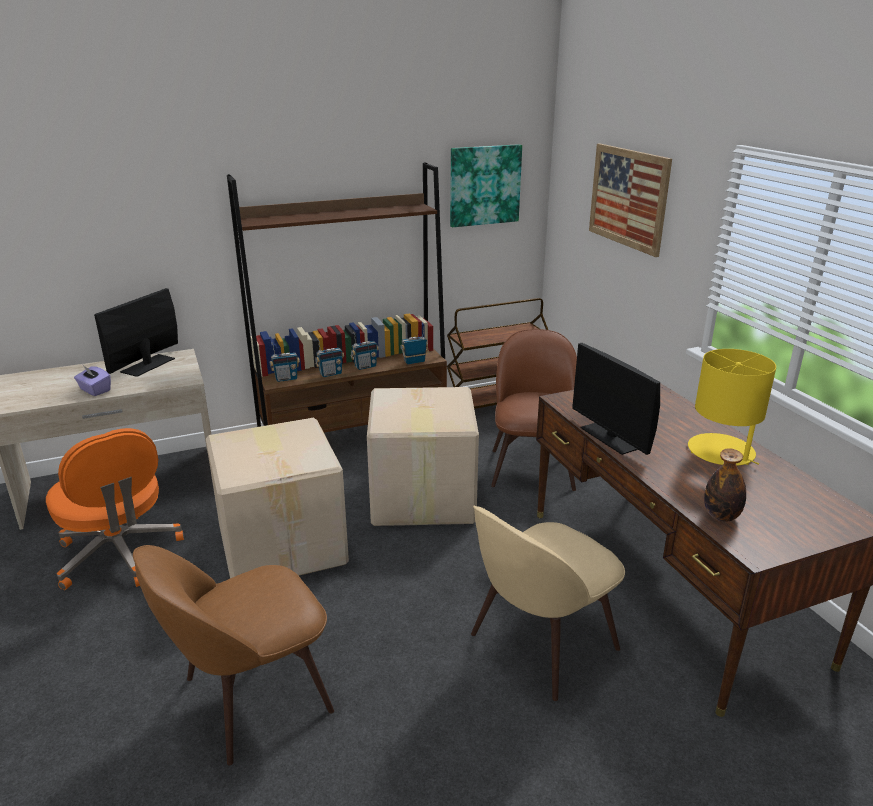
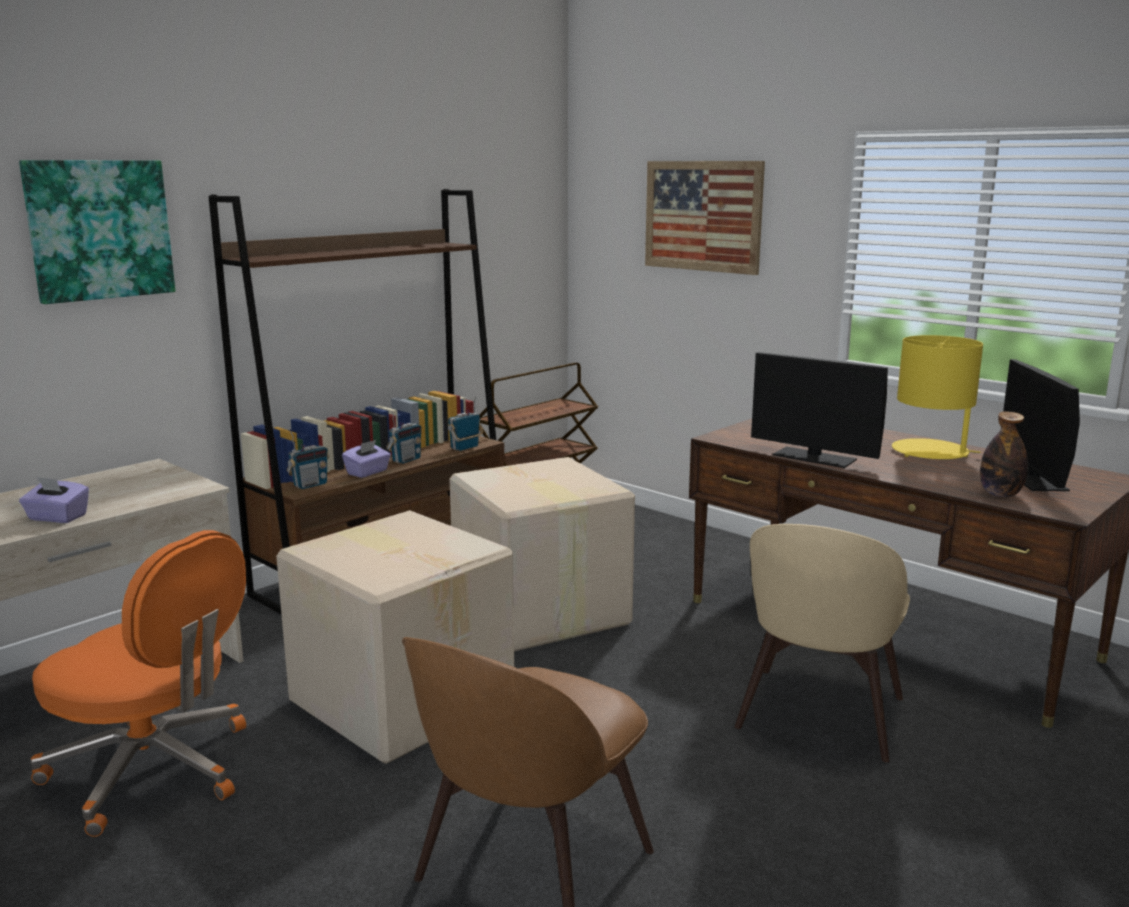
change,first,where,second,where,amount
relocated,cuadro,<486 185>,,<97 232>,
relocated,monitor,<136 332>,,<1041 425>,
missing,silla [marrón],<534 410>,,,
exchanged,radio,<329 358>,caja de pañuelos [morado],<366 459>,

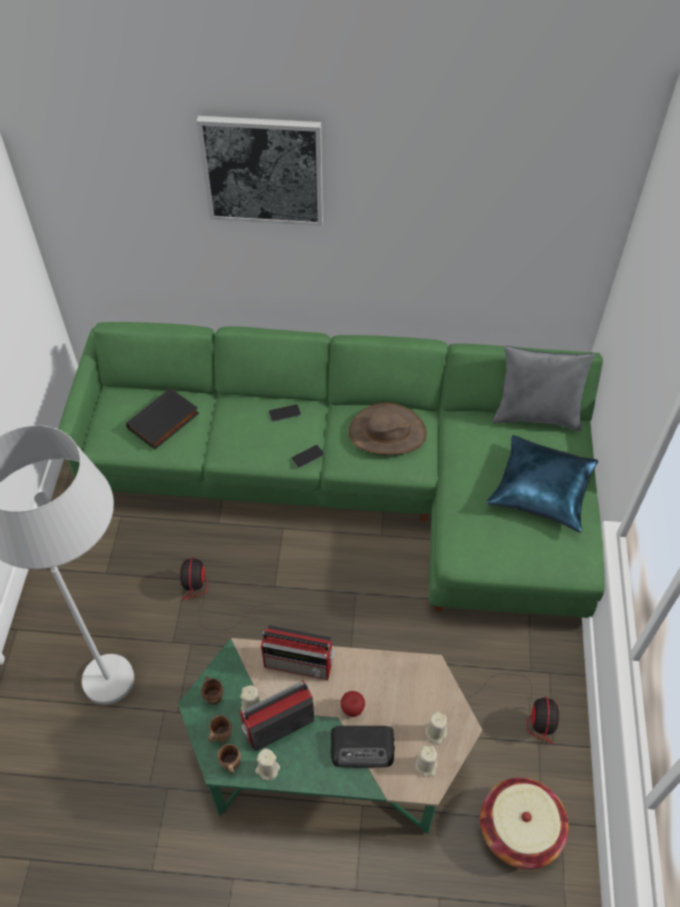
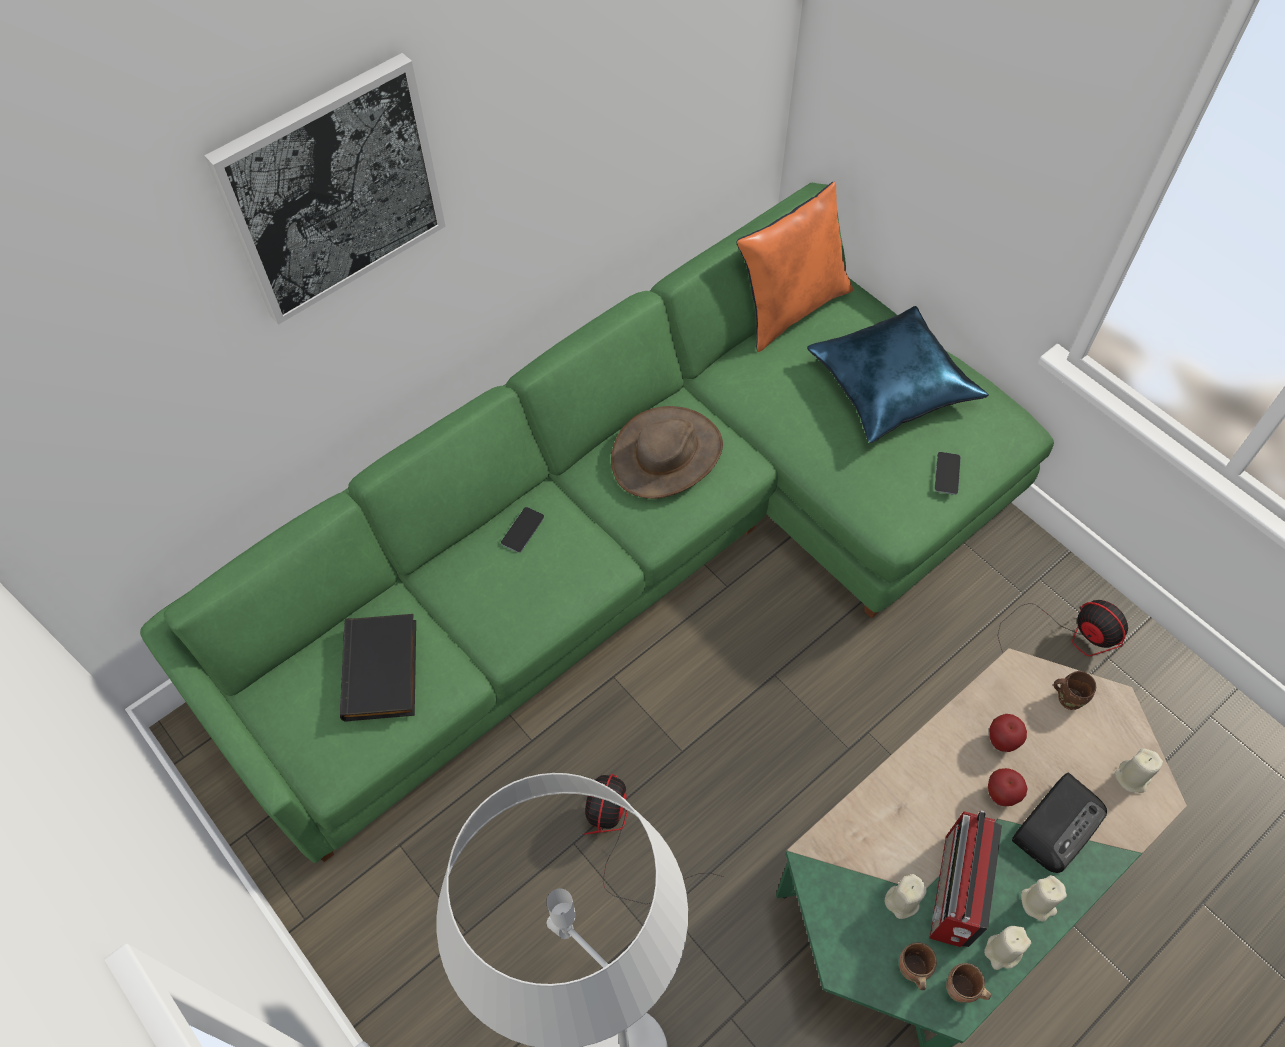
change,first,where,second,where,amount
colour,cojín [gris],<543 388>,cojín [naranja],<795 266>,
relocated,móvil,<307 456>,,<947 473>,
spun,ventilador,<221 593>,,<654 839>,60 degrees clockwise
missing,radio,<298 652>,,,
relocated,taza grande [marrón],<212 690>,,<1075 690>,
relocated,vela [beis],<436 728>,,<1044 898>,
missing,cesta,<524 823>,,,
appeared,,,manzana,<1008 733>,

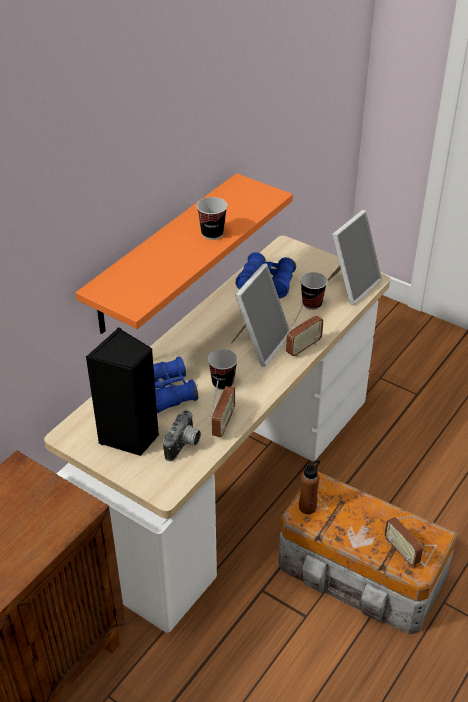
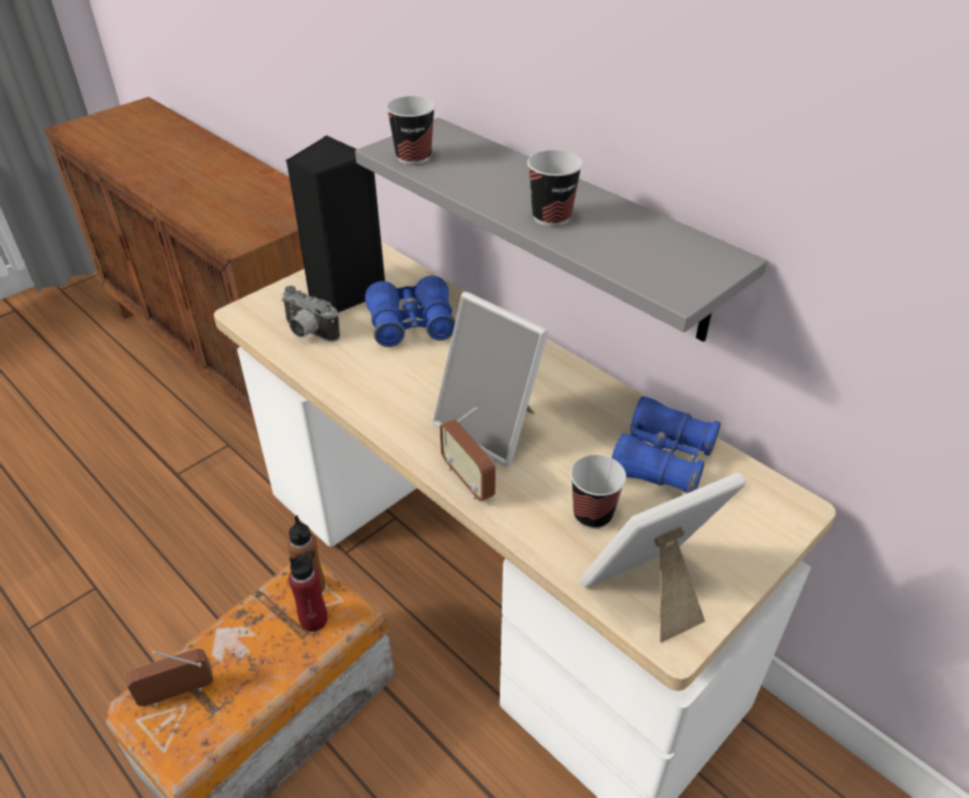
change,first,where,second,where,amount
colour,estante [naranja],<184 253>,estante [gris],<561 230>,
spun,portarretratos,<355 257>,,<663 558>,105 degrees clockwise
relocated,taza,<223 369>,,<410 130>,
missing,radio,<222 408>,,,
appeared,,,botella [rojo],<308 591>,

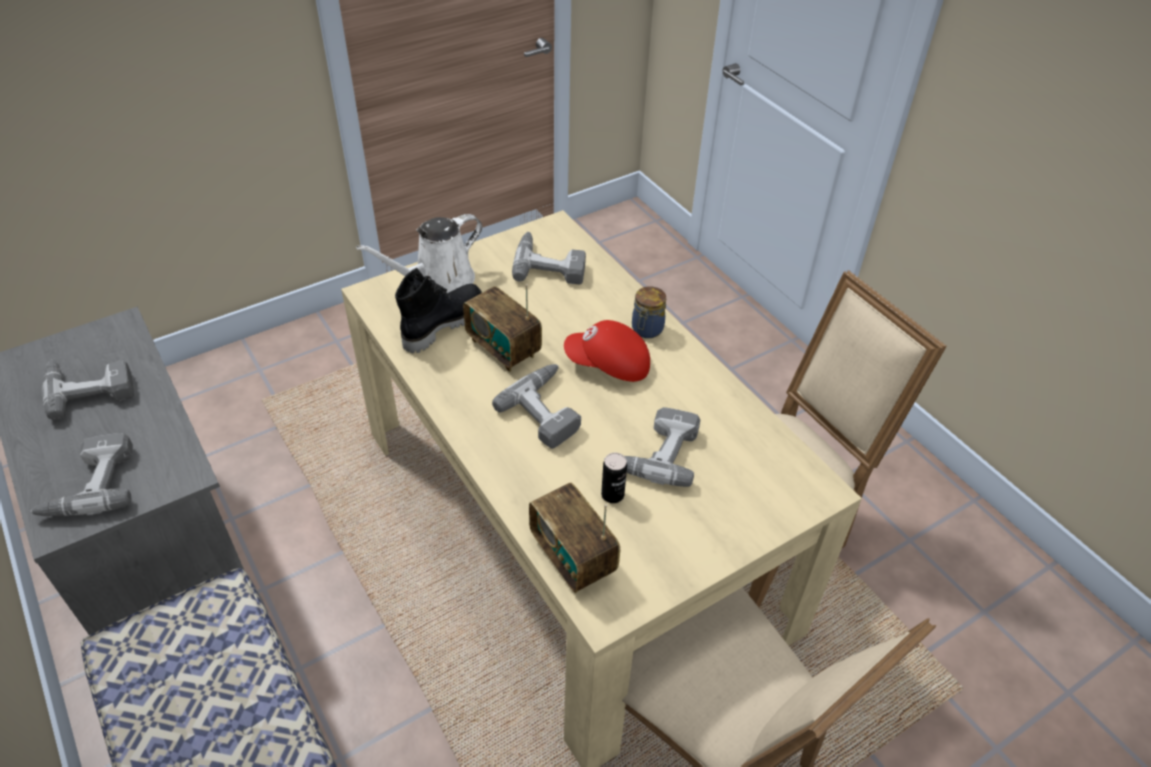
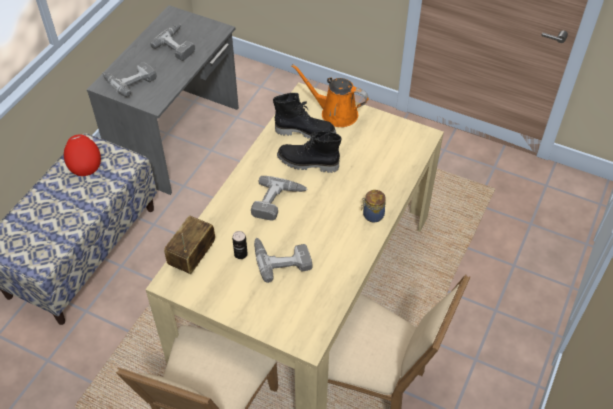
change,first,where,second,where,amount
colour,regadera [blanco],<419 253>,regadera [naranja],<330 95>,
missing,taladro,<549 258>,,,
exchanged,radio,<502 328>,bota [negro],<309 152>,
relocated,gorra [rojo],<607 351>,,<82 155>,

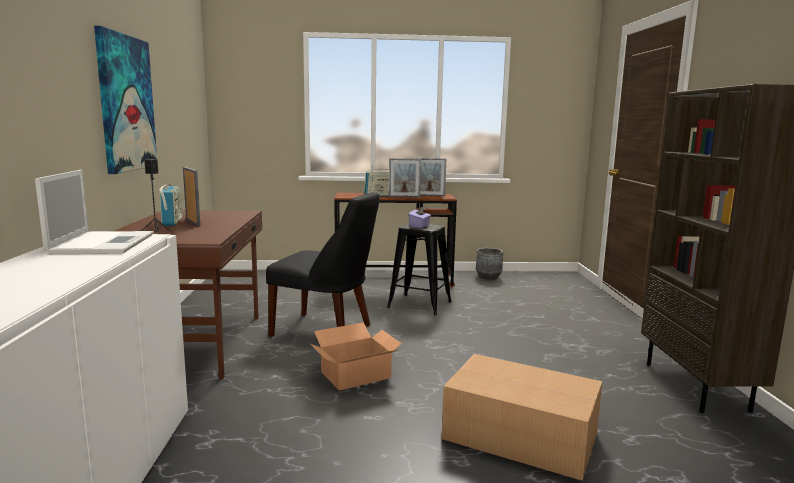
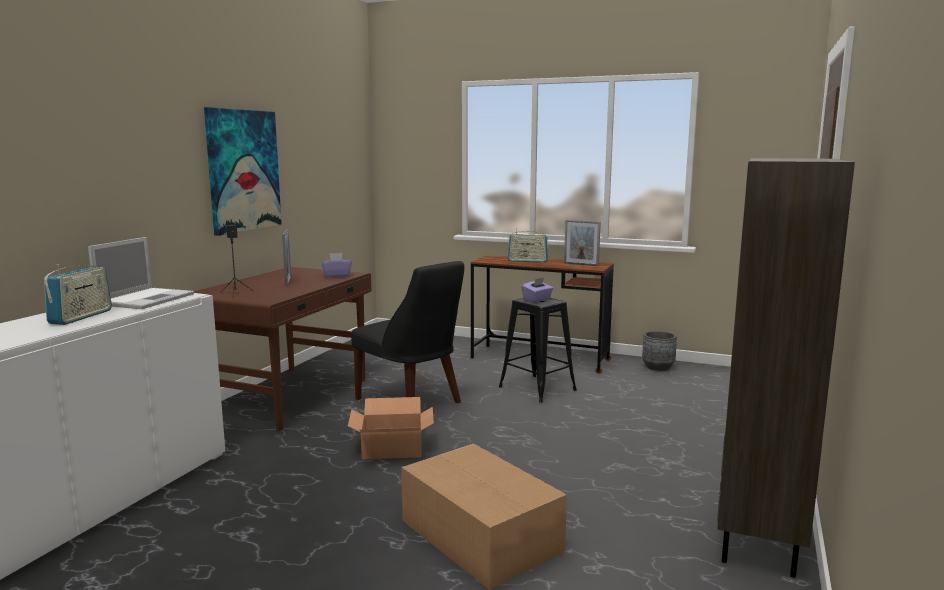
change,first,where,second,where,amount
missing,portarretratos,<405 177>,,,
relocated,radio,<171 204>,,<78 294>,
appeared,,,caja de pañuelos [morado],<337 265>,

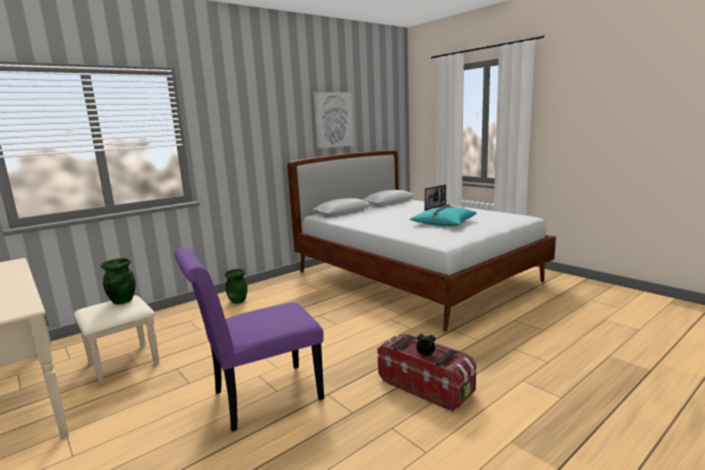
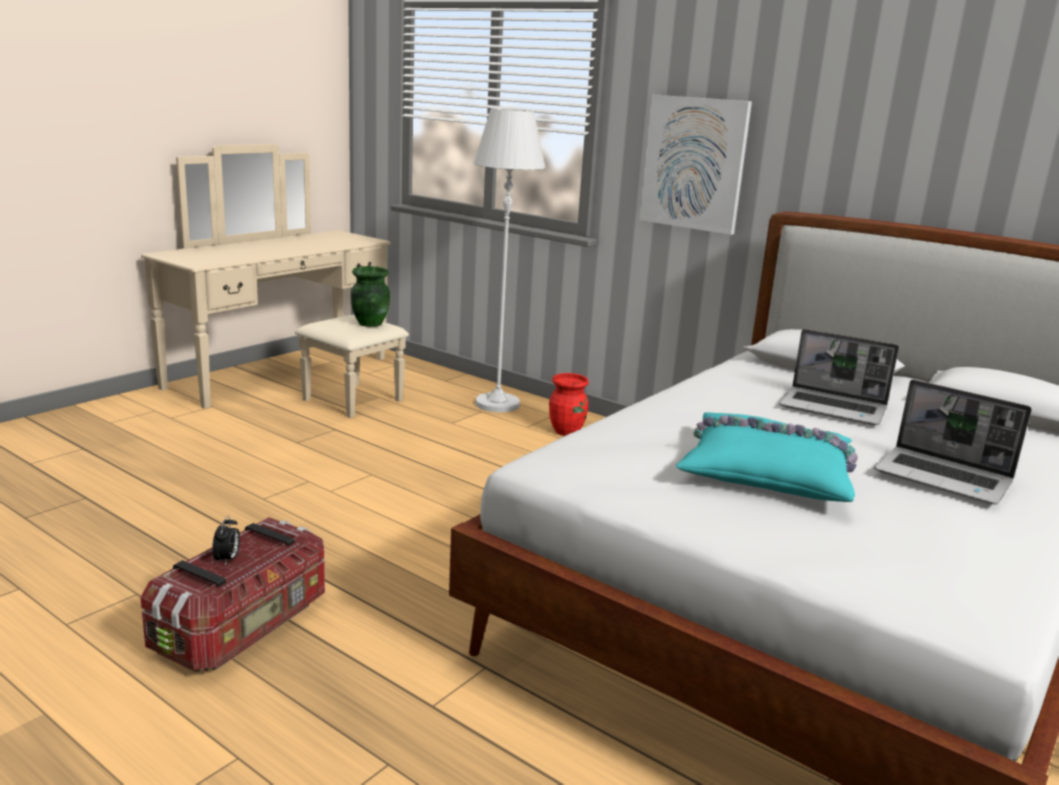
change,first,where,second,where,amount
relocated,cuadro,<334 120>,,<695 165>,
missing,silla [morado],<249 339>,,,
colour,florero [verde],<236 286>,florero [rojo],<569 404>,
appeared,,,lámpara de pie [blanco],<510 260>,
appeared,,,portátil,<839 377>,

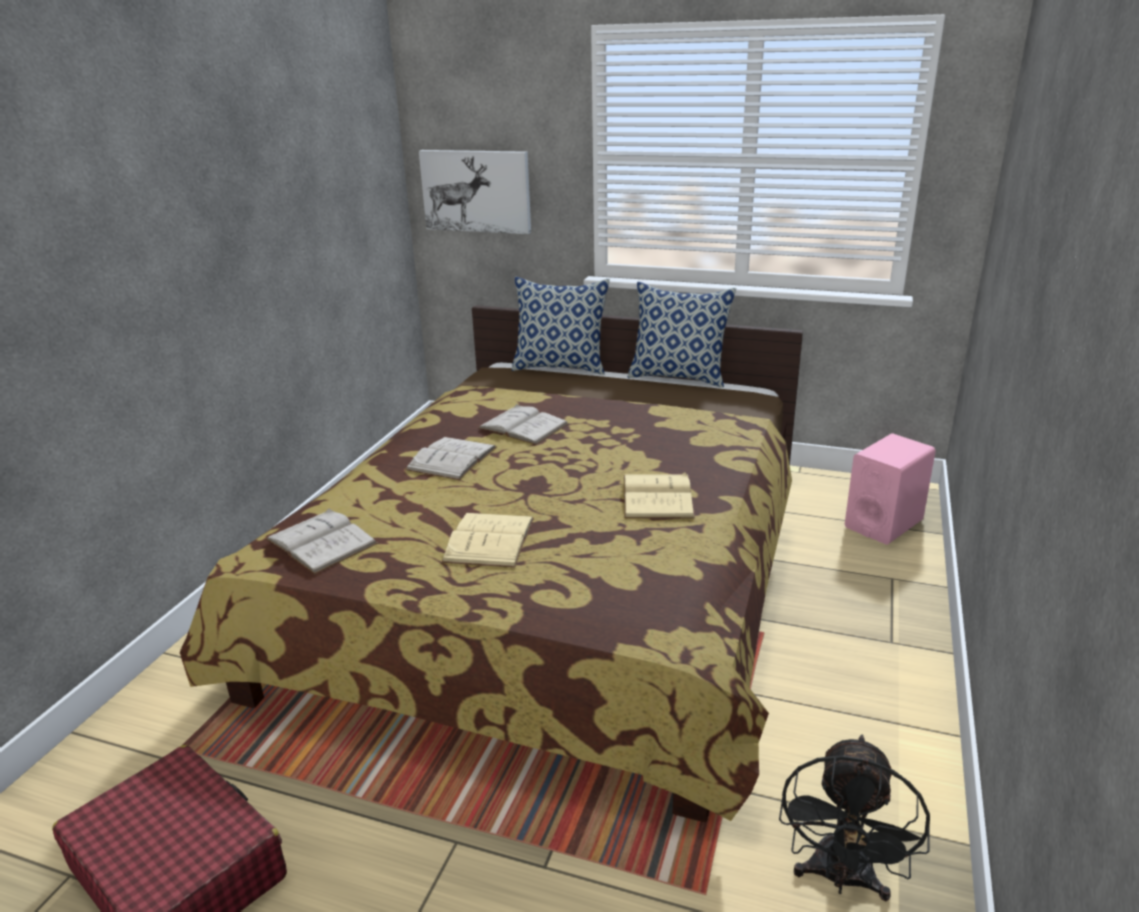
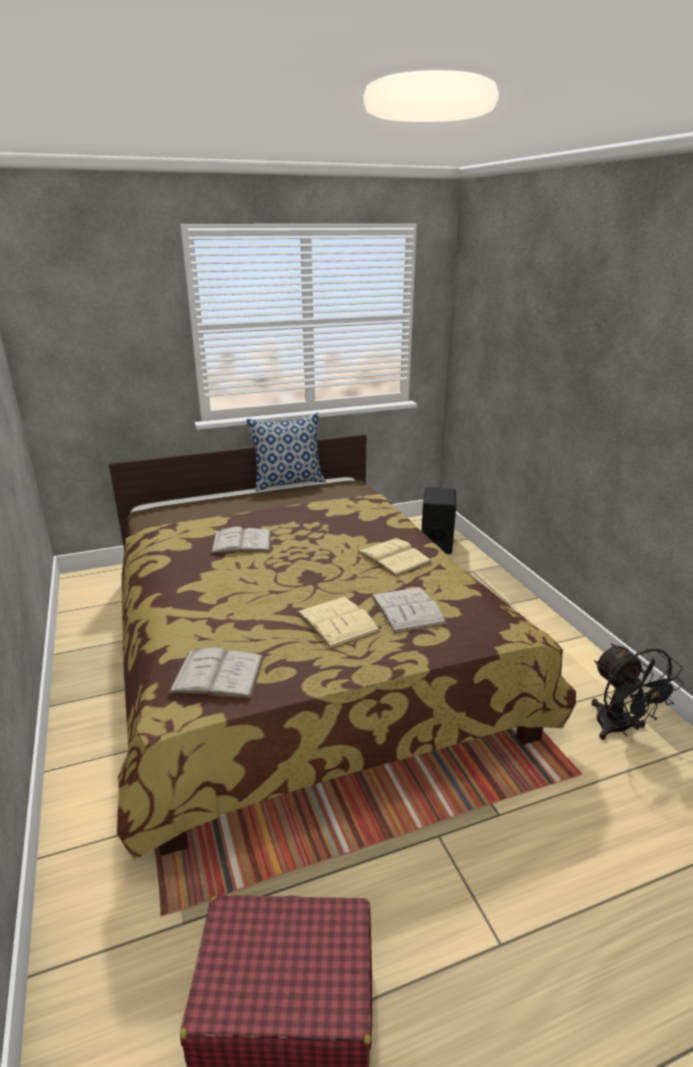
change,first,where,second,where,amount
missing,cuadro,<475 192>,,,
missing,cojín,<561 326>,,,
colour,altavoz [rosa],<890 489>,altavoz [negro],<438 520>,
relocated,libro [blanco],<450 458>,,<409 610>,

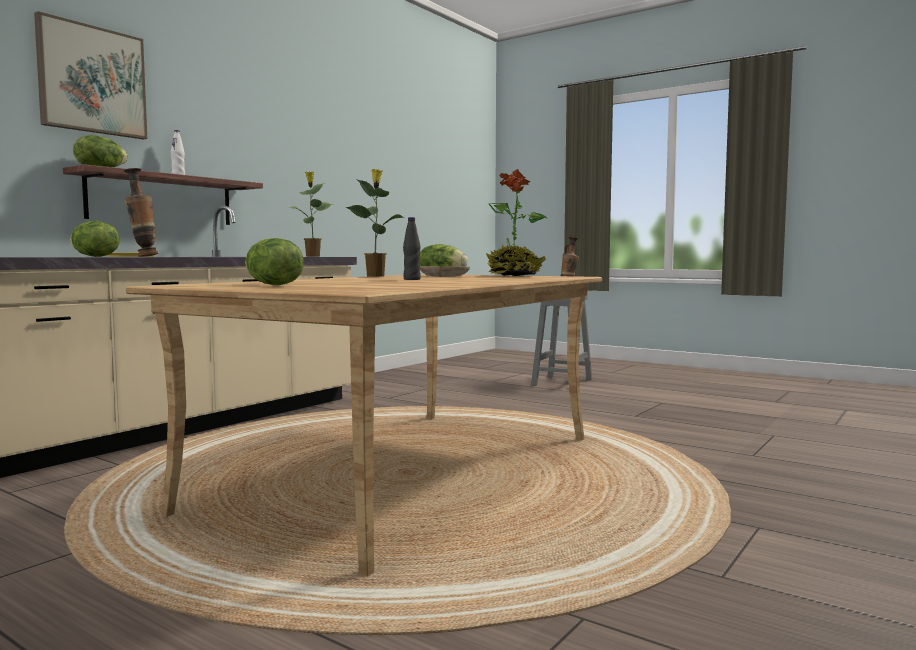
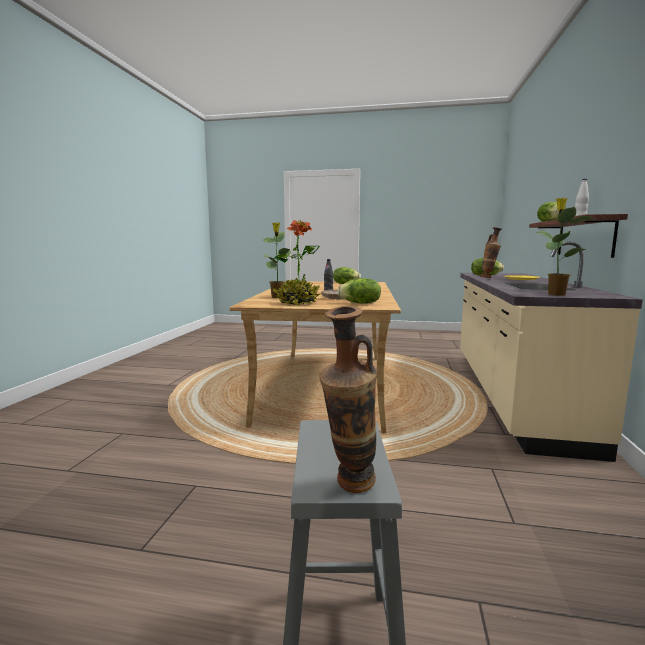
change,first,where,second,where,amount
missing,cuadro,<90 75>,,,
relocated,planta en maceta,<374 223>,,<277 260>,

